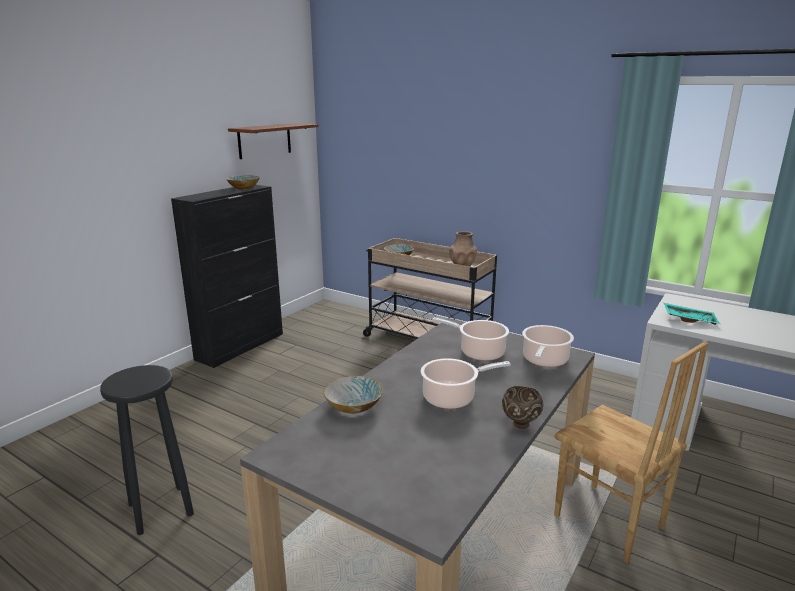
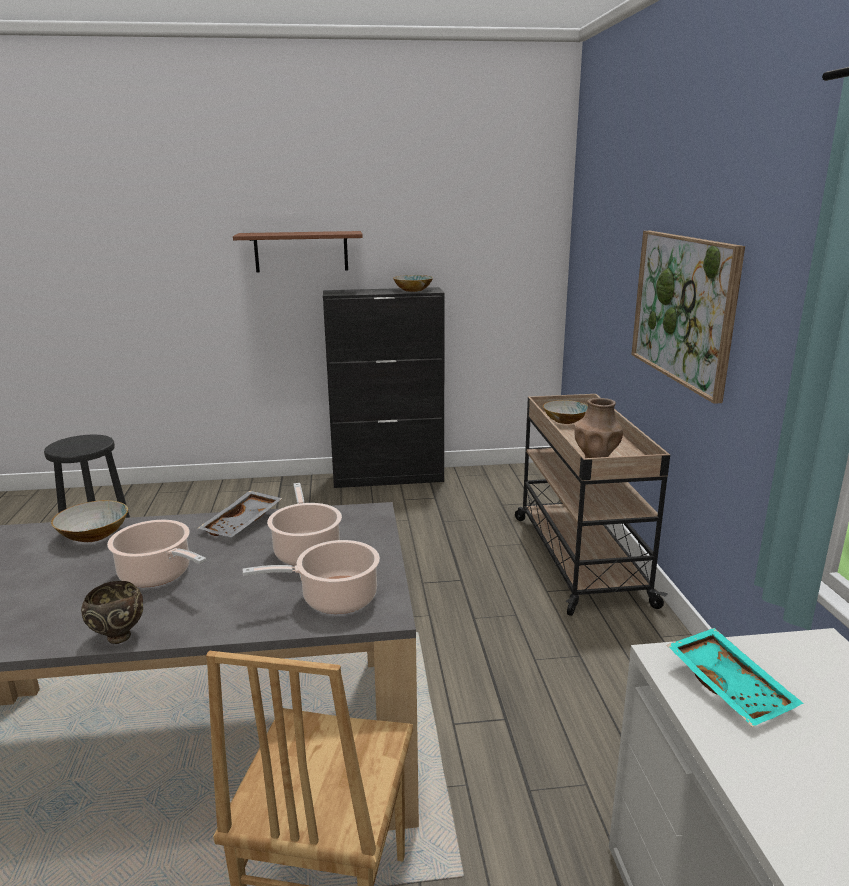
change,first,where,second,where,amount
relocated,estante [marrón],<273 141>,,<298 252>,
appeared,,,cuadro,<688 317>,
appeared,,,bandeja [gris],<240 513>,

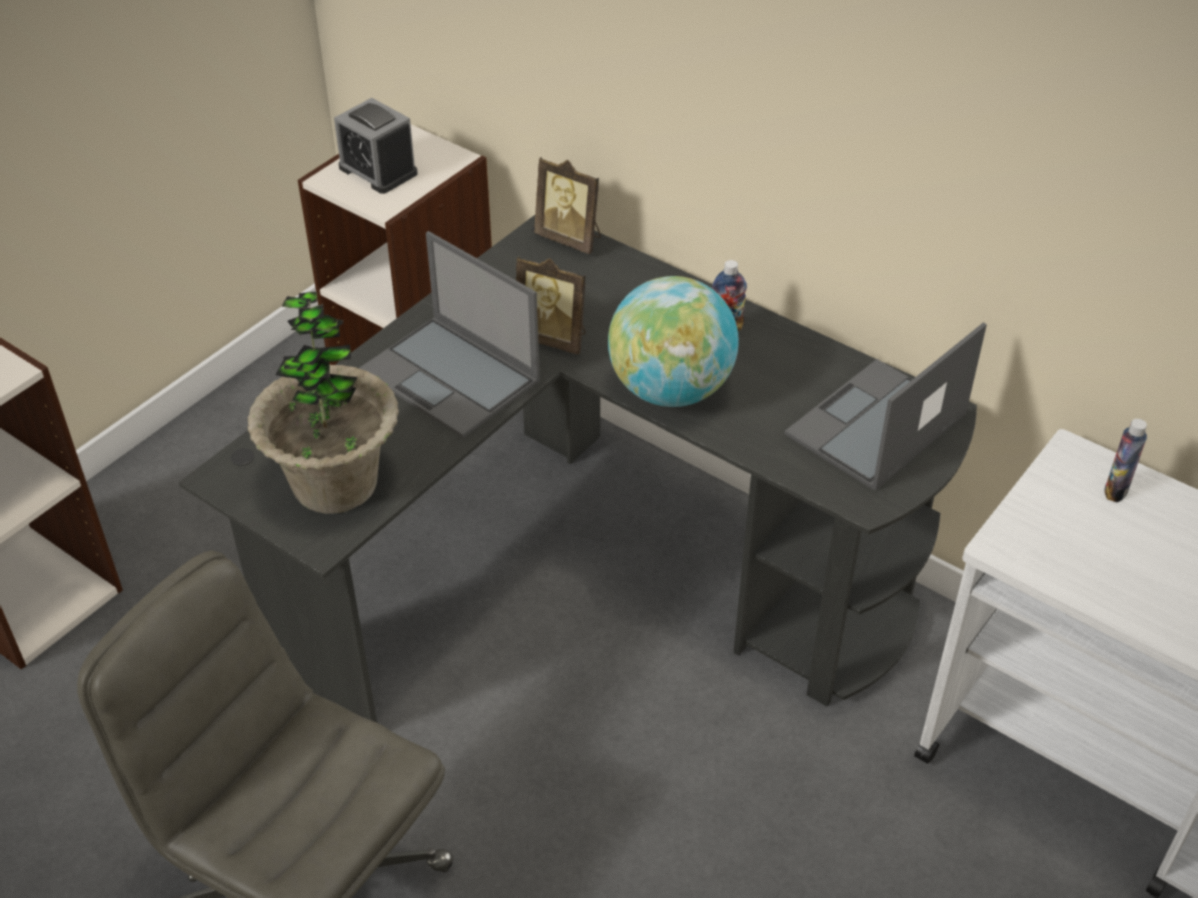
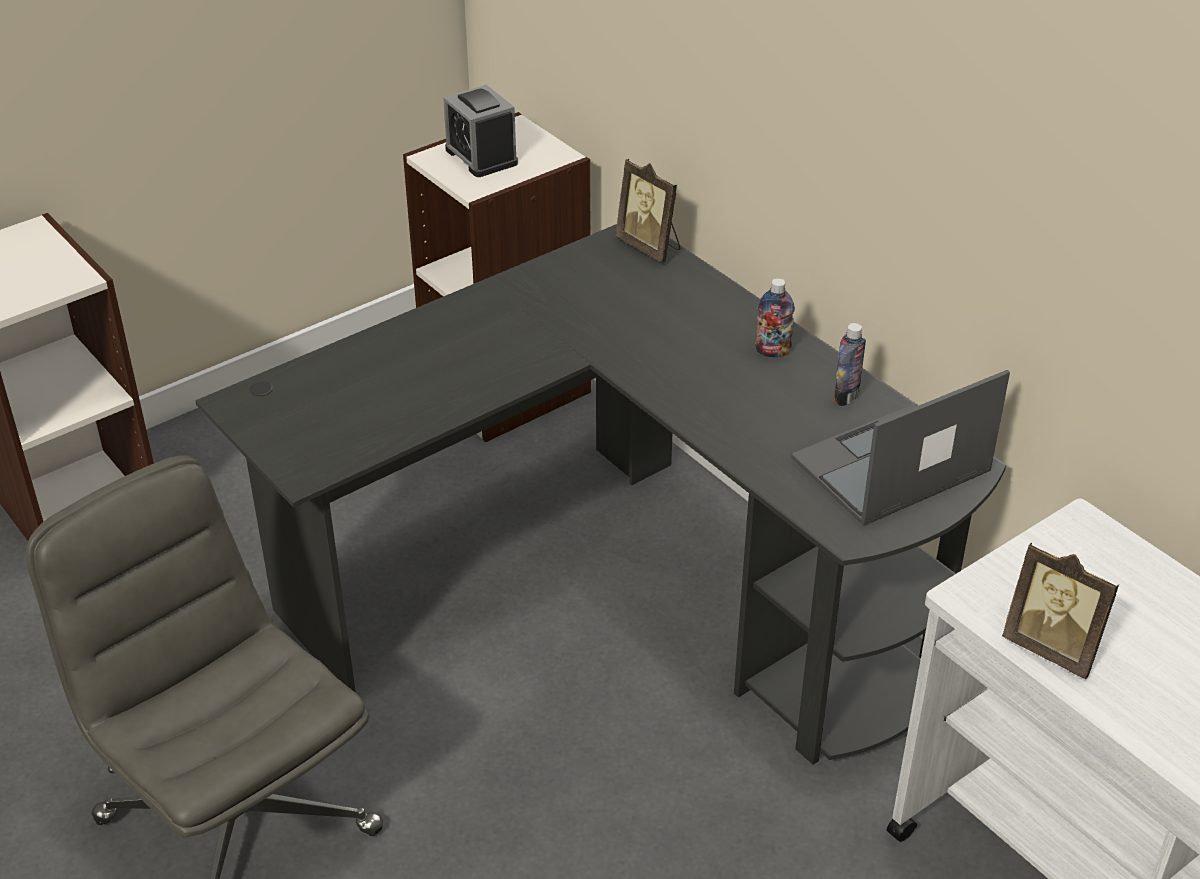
change,first,where,second,where,amount
missing,portátil,<449 334>,,,
relocated,portarretratos,<551 306>,,<1060 610>,
missing,globo terráqueo,<673 341>,,,
missing,planta en maceta,<323 403>,,,
relocated,botella,<1126 460>,,<849 364>,

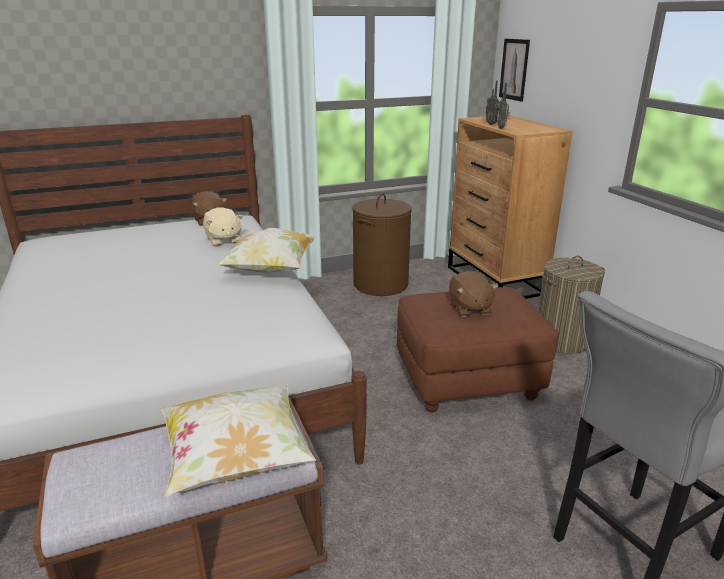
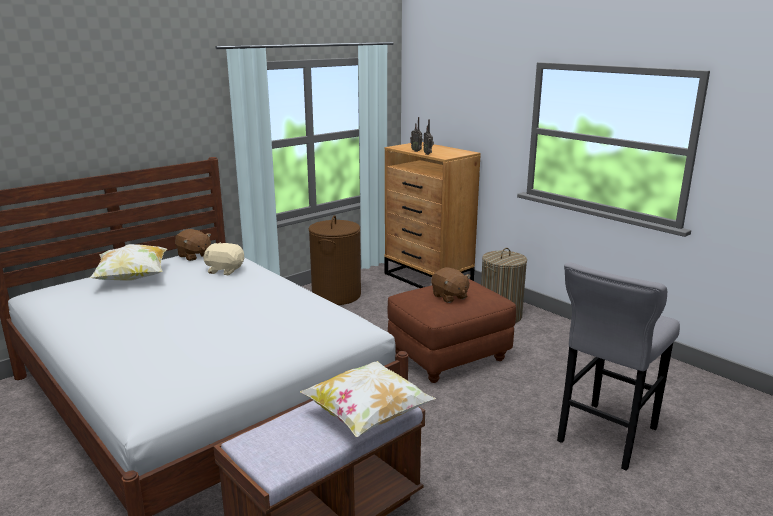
change,first,where,second,where,amount
missing,cuadro,<514 70>,,,
spun,peluche [beis],<223 226>,,<223 258>,150 degrees clockwise
relocated,cojín,<267 250>,,<128 262>,

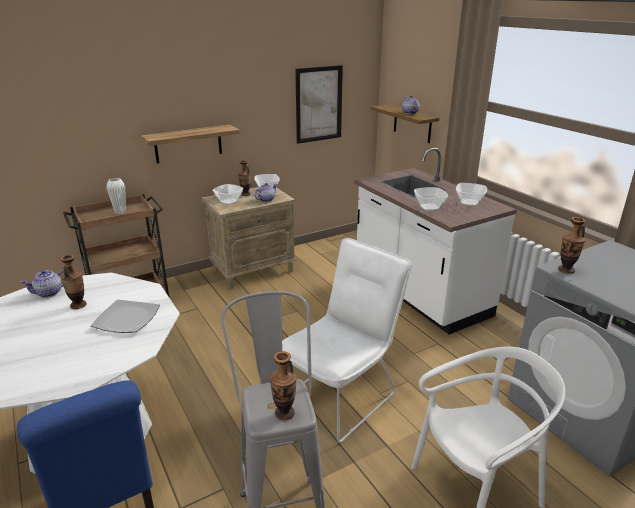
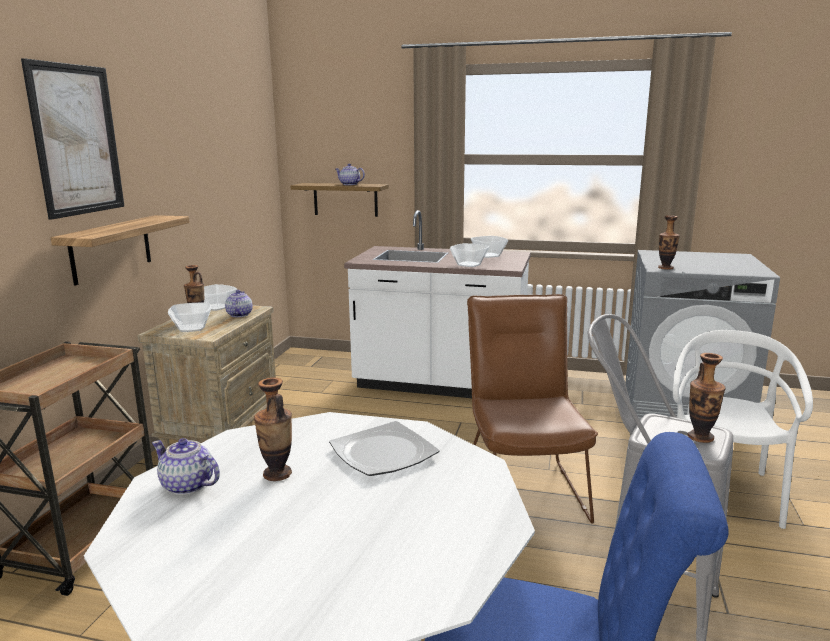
change,first,where,second,where,amount
relocated,cuadro,<319 104>,,<73 139>,
missing,florero [blanco],<116 196>,,,
colour,silla [blanco],<347 340>,silla [marrón],<532 409>,
spun,tetera,<42 284>,,<186 466>,105 degrees clockwise

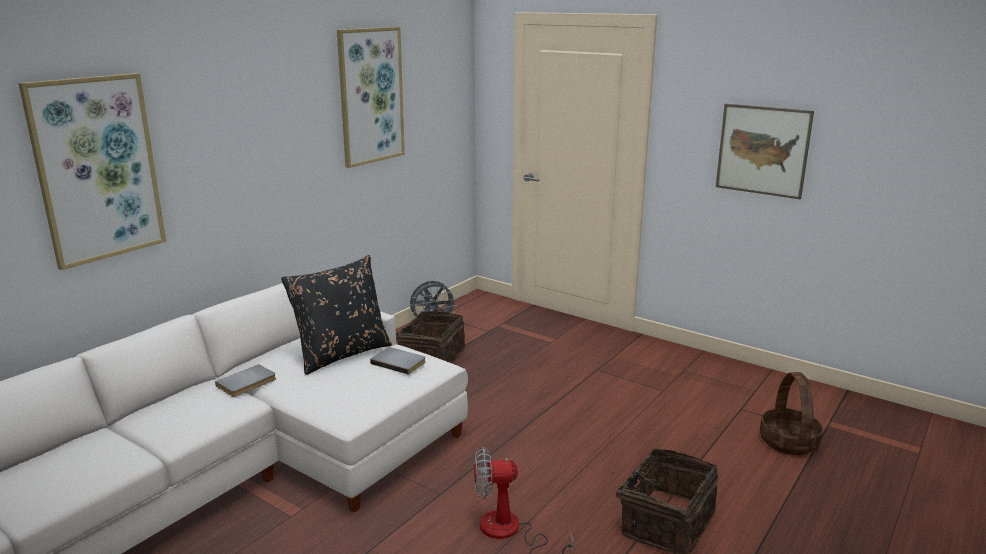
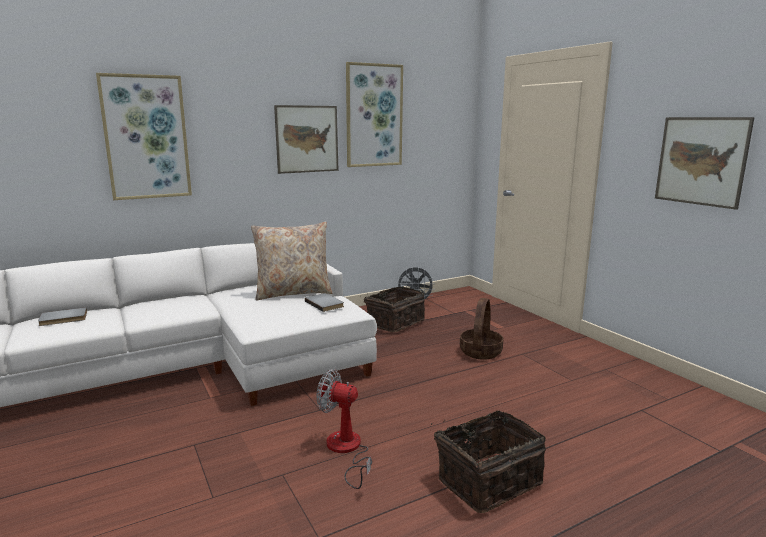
change,first,where,second,where,amount
colour,cojín [negro],<336 315>,cojín [beis],<291 261>,
relocated,libro [gris],<245 380>,,<62 316>,
relocated,cesta,<791 414>,,<481 329>,
appeared,,,cuadro,<306 139>,

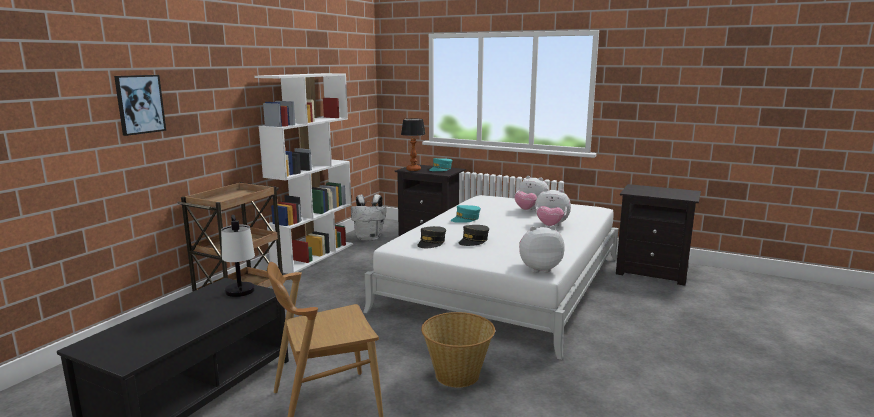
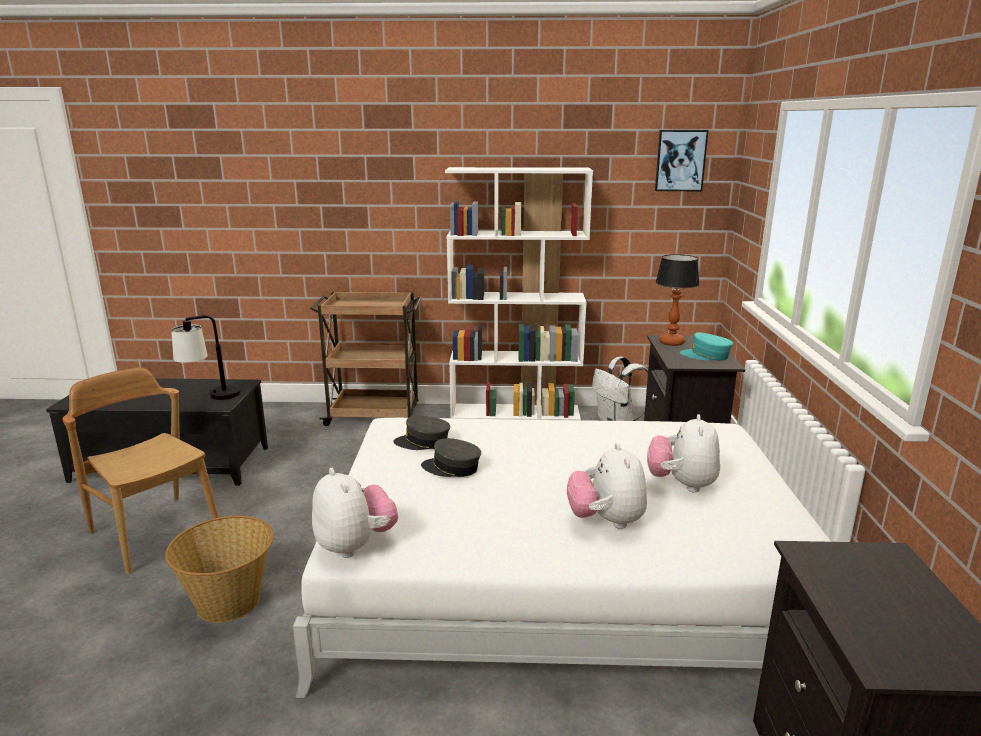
change,first,where,second,where,amount
relocated,cuadro,<140 105>,,<681 160>,
missing,gorra [turquesa],<466 214>,,,

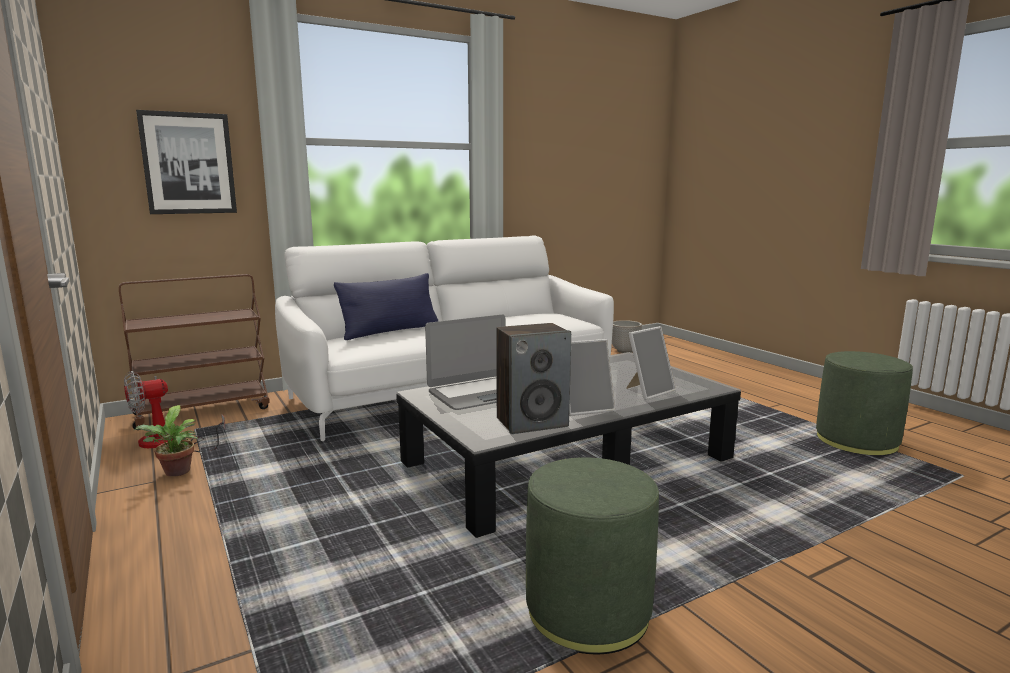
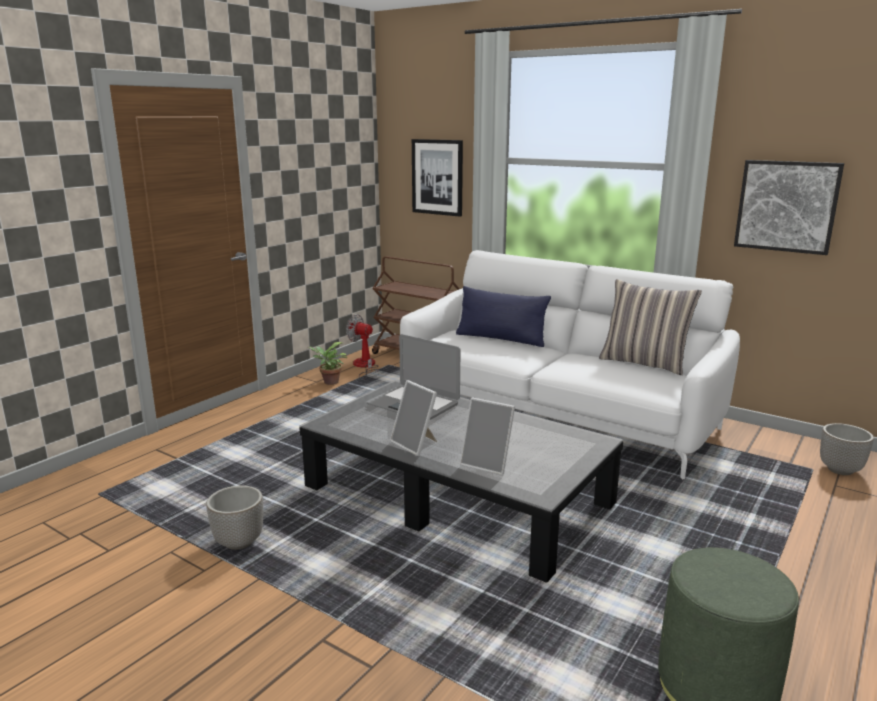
change,first,where,second,where,amount
missing,altavoz,<533 378>,,,
exchanged,puf [verde],<592 555>,maceta,<234 517>,
appeared,,,cuadro,<789 207>,
appeared,,,cojín,<650 327>,

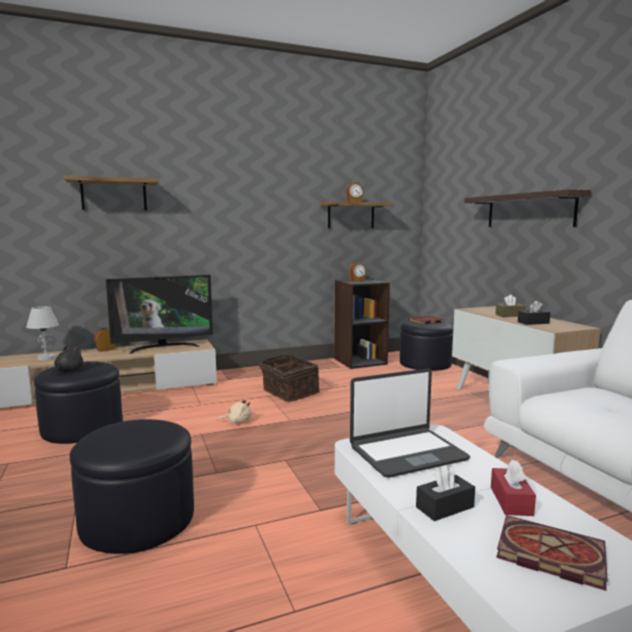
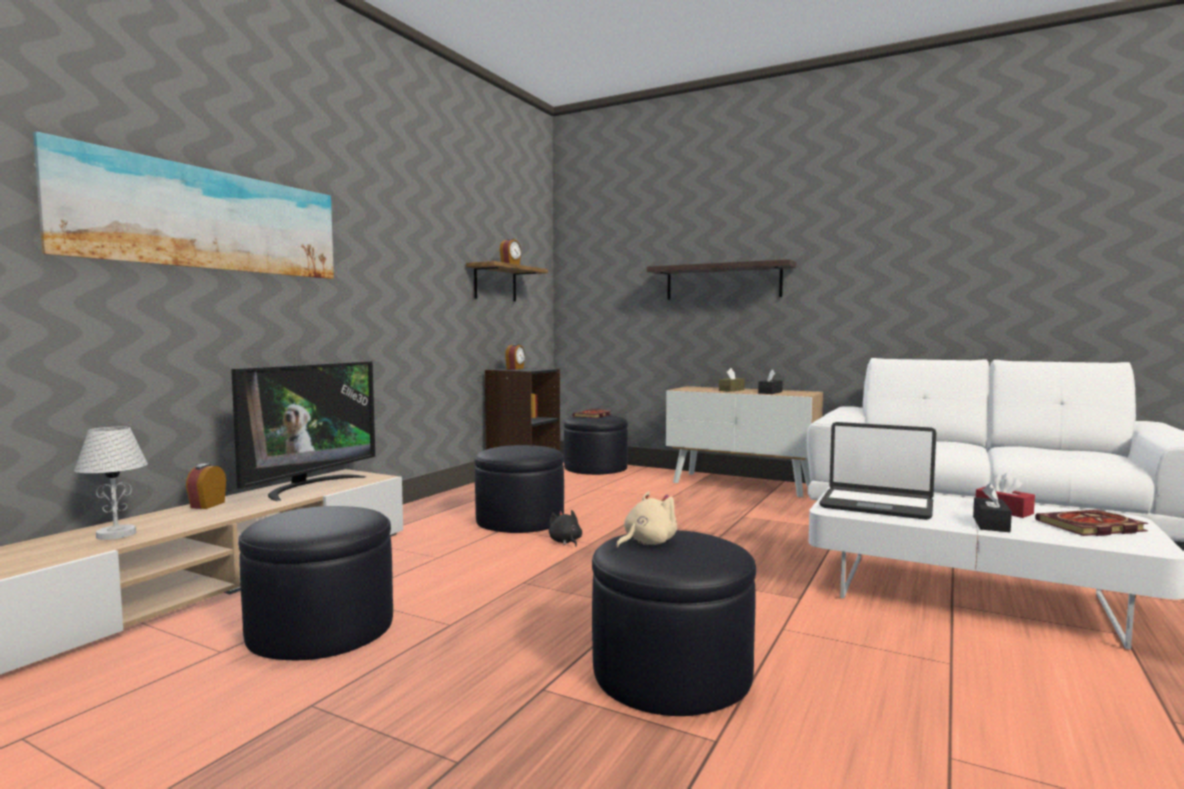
change,first,where,second,where,amount
exchanged,estante,<111 193>,cuadro,<183 205>,
relocated,peluche [negro],<67 360>,,<565 528>,
exchanged,cesta,<290 378>,puf [negro],<519 489>,
spun,portátil,<410 423>,,<877 471>,90 degrees clockwise
relocated,peluche [beis],<234 411>,,<646 520>,

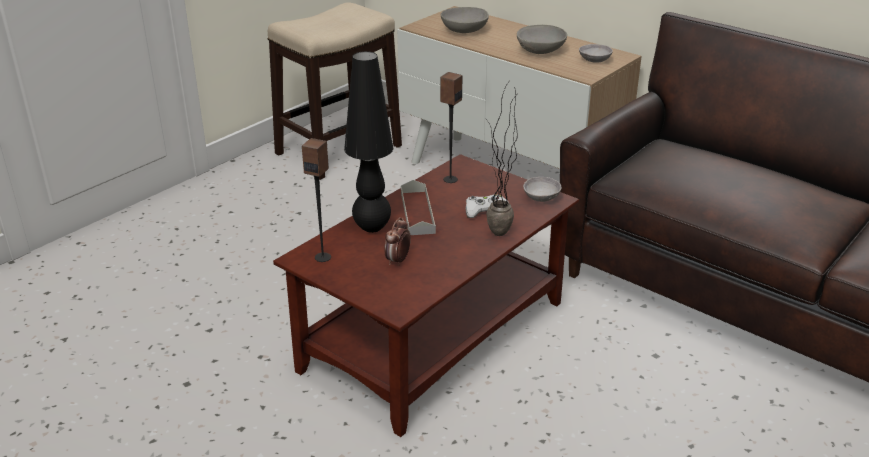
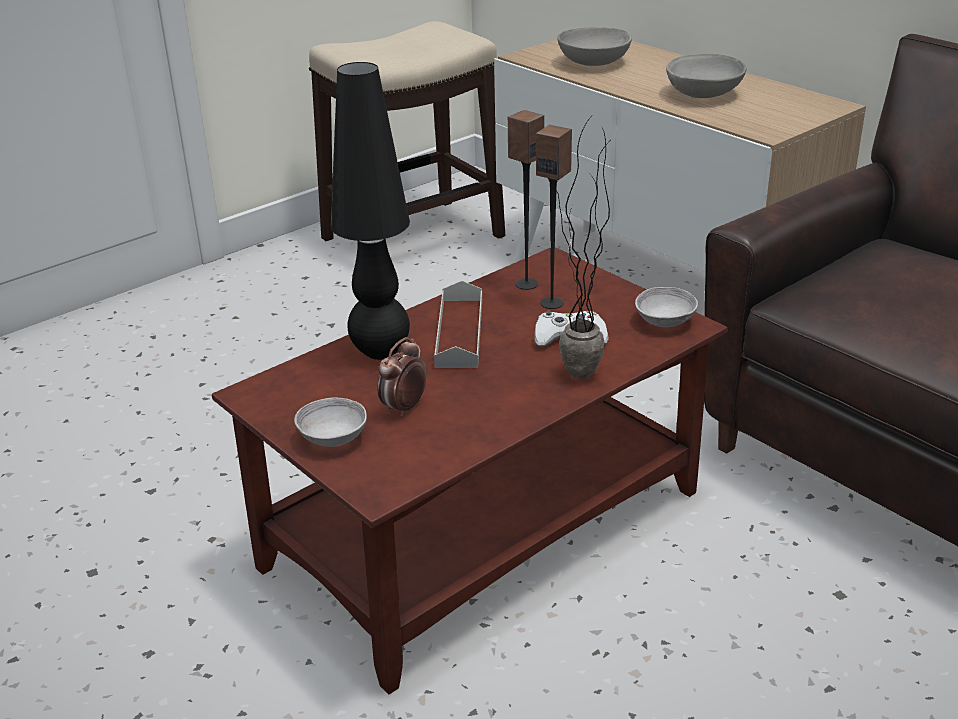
change,first,where,second,where,amount
relocated,cuenco [gris],<596 53>,,<330 422>,
relocated,altavoz,<316 200>,,<554 217>,

